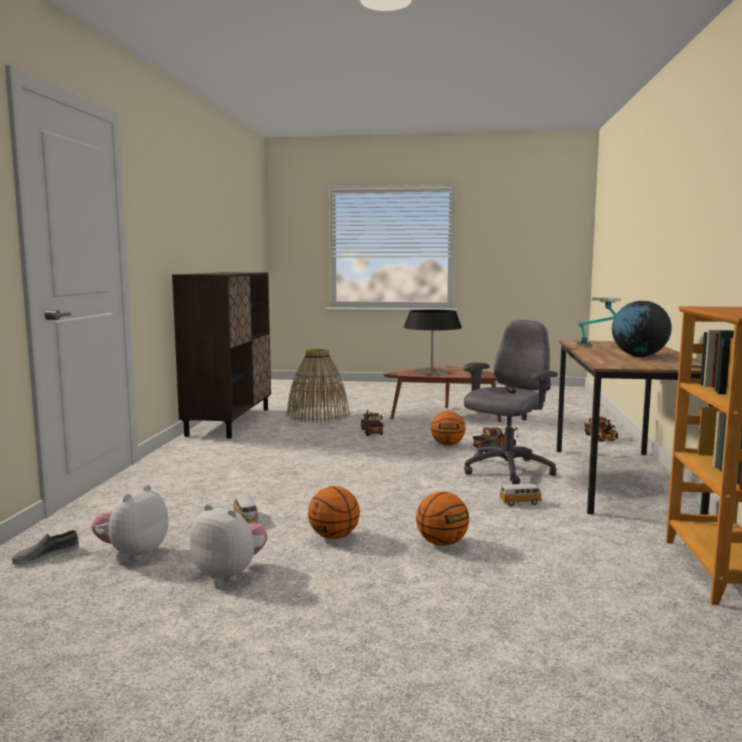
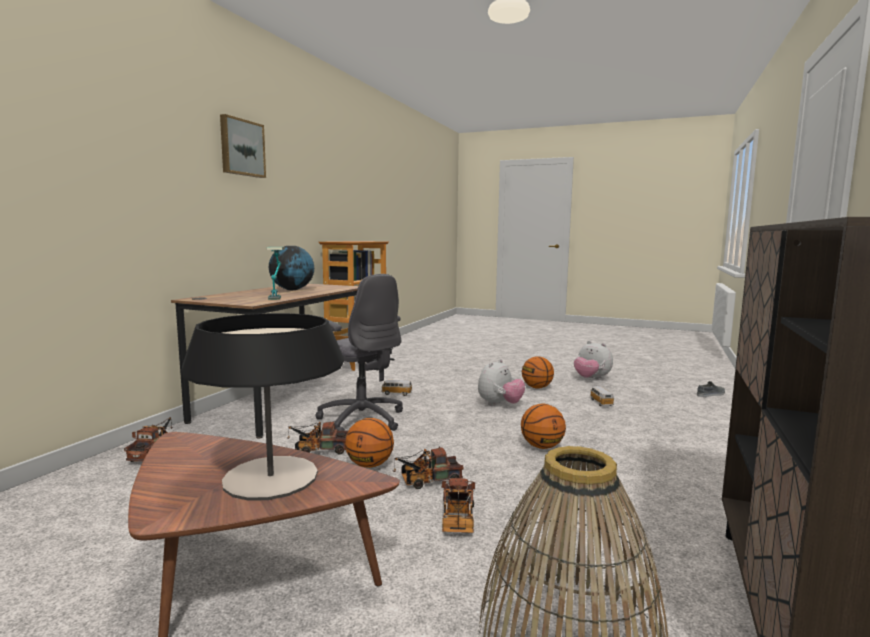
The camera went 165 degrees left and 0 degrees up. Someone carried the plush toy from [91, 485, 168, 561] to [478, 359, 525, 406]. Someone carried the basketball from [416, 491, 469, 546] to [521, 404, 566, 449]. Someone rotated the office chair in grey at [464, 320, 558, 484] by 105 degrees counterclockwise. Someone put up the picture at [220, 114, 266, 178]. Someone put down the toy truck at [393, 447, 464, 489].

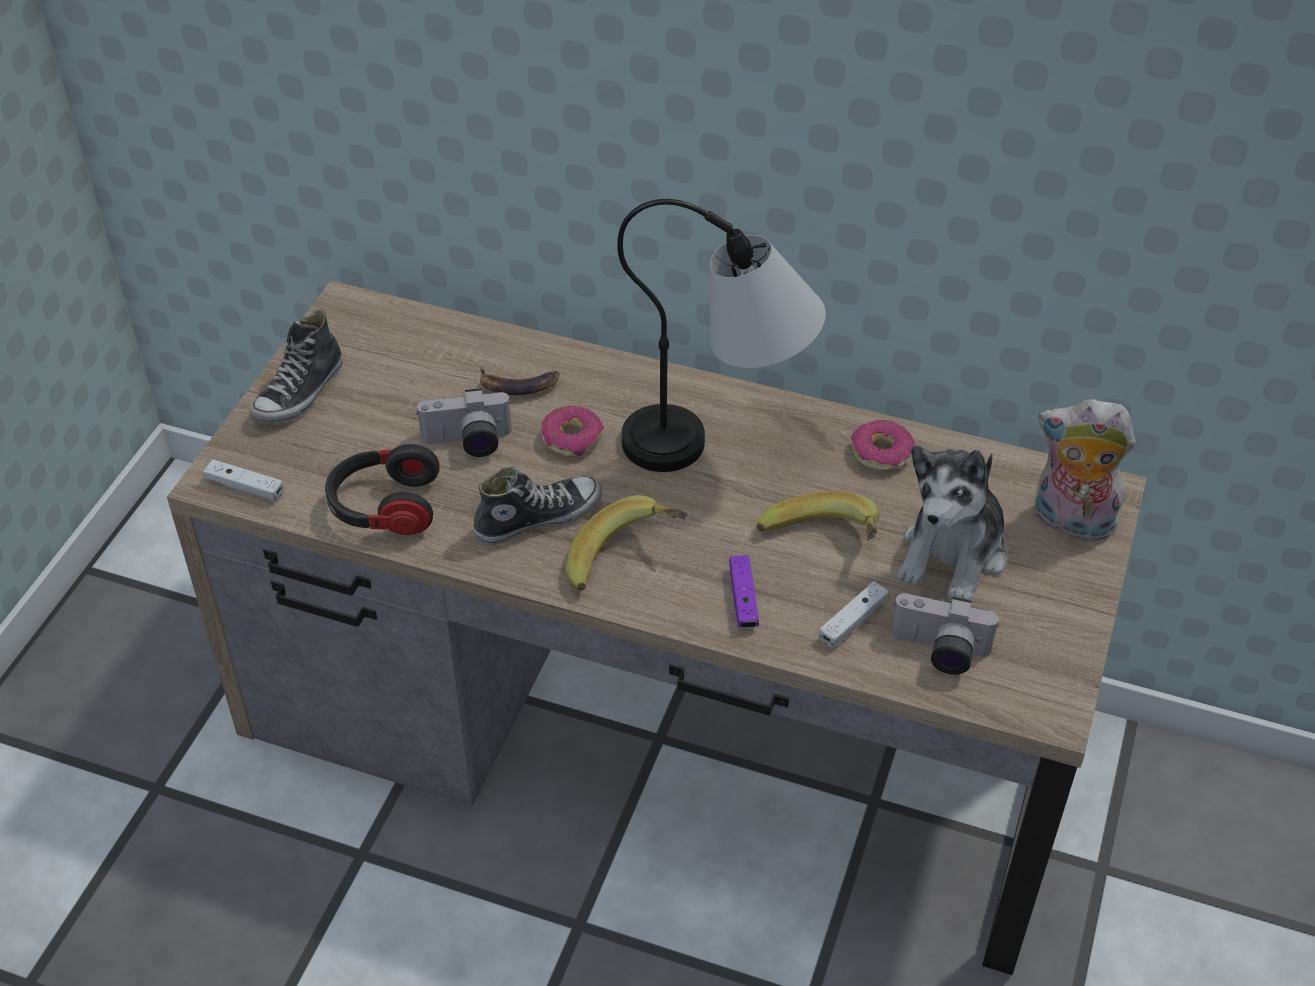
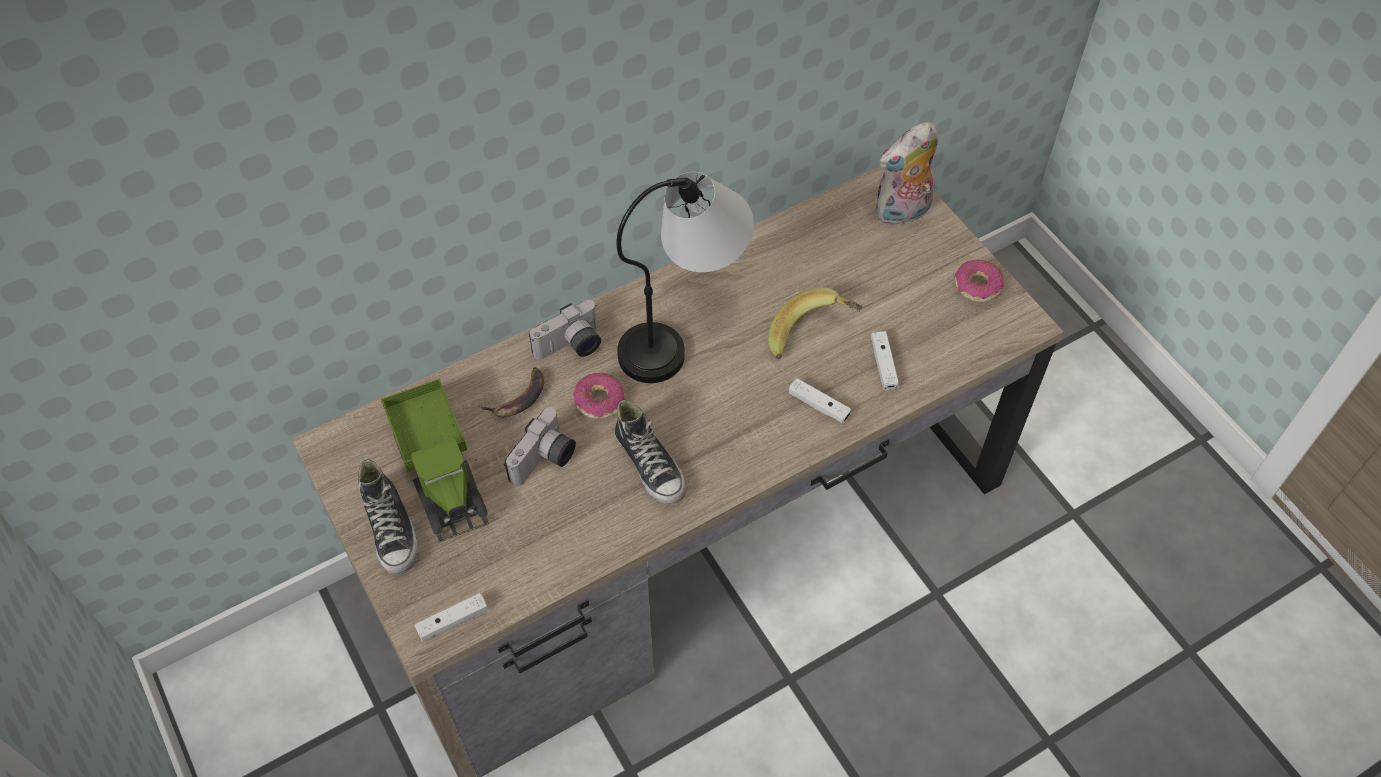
The camera went 50 degrees left and 10 degrees up. Someone took away the headphones at [325, 444, 440, 535]. Someone rotated the shoe at [473, 466, 602, 544] by 135 degrees clockwise. Someone took away the banana at [566, 495, 688, 591]. Someone repainted the game controller in purple at [729, 555, 759, 628], which became the game controller in white at [788, 378, 851, 423]. Someone carried the donut from [851, 420, 915, 471] to [954, 259, 1004, 302]. Someone carried the photo camera from [891, 593, 999, 675] to [529, 300, 601, 360]. Someone took away the plush toy at [897, 445, 1007, 600]. Someone put down the toy truck at [381, 379, 489, 542].

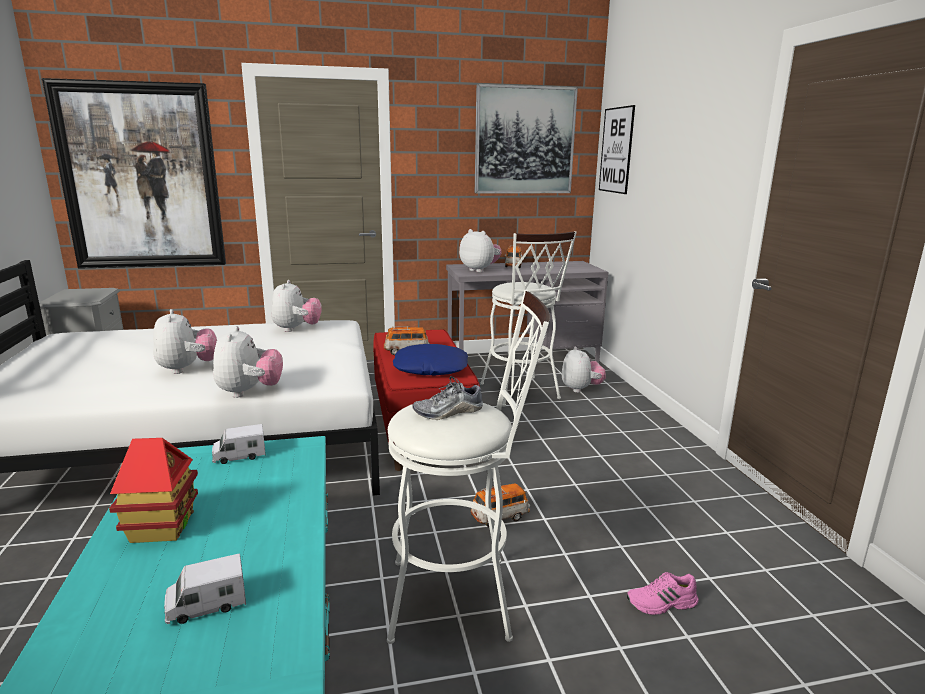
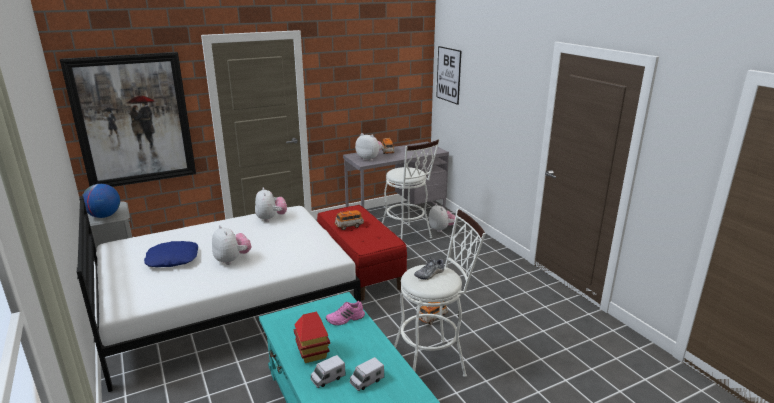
The camera went 15 degrees left and 5 degrees up. Someone carried the toy truck from [212, 424, 266, 464] to [310, 355, 346, 388]. Someone took away the plush toy at [213, 326, 283, 398]. Someone carried the pillow in blue from [393, 344, 468, 375] to [144, 241, 198, 267]. Someone took away the picture at [475, 84, 578, 194]. Someone carried the shoe in pink from [627, 572, 699, 615] to [326, 301, 365, 325]. Someone put down the globe at [82, 184, 120, 218].

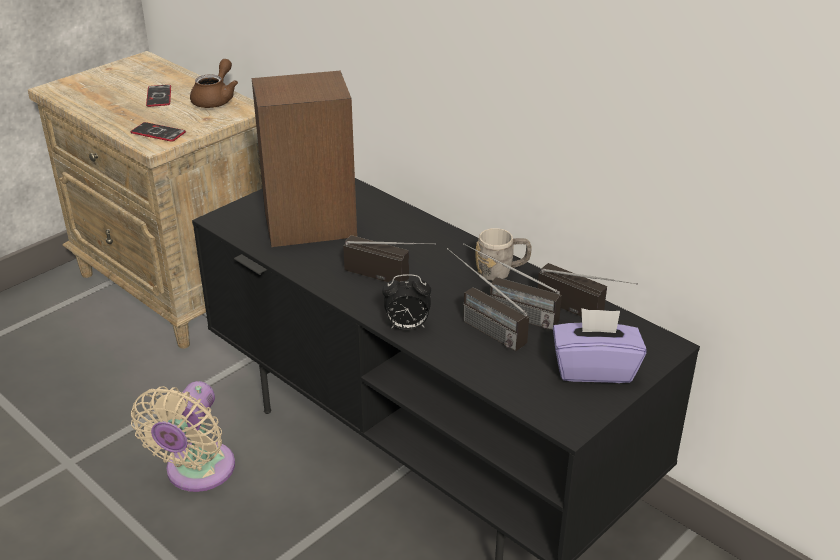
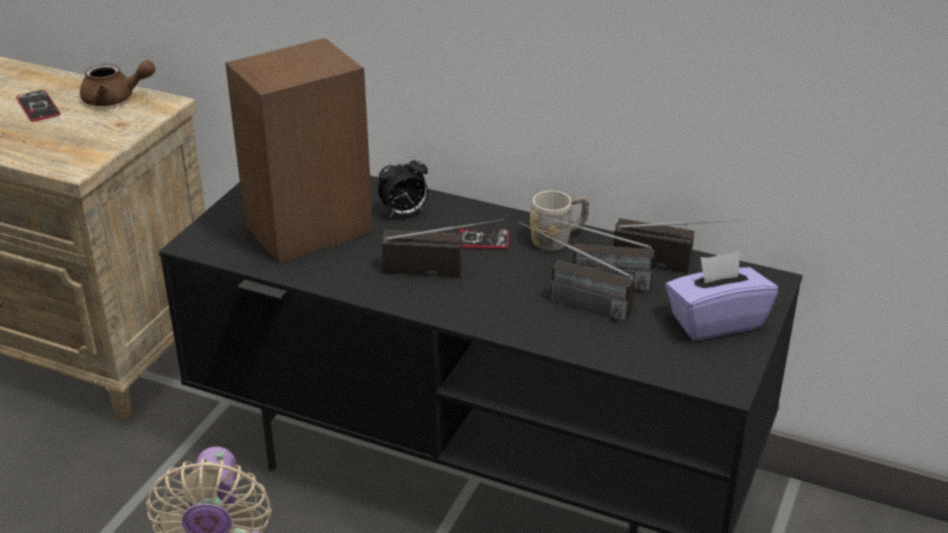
The camera went 20 degrees left and 0 degrees up. Someone carried the phone from [131, 122, 186, 142] to [441, 228, 509, 249]. Someone rotated the teapot in brown at [190, 59, 238, 108] by 90 degrees clockwise. Someone carried the alarm clock from [382, 274, 431, 330] to [378, 155, 428, 217].

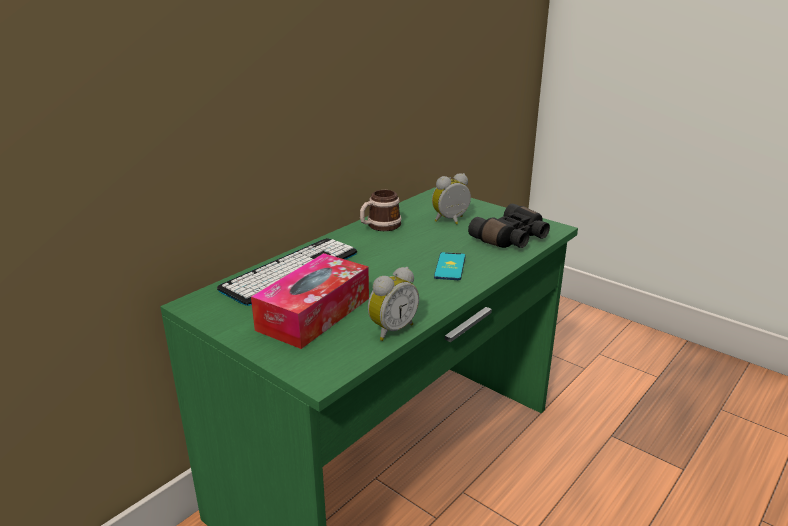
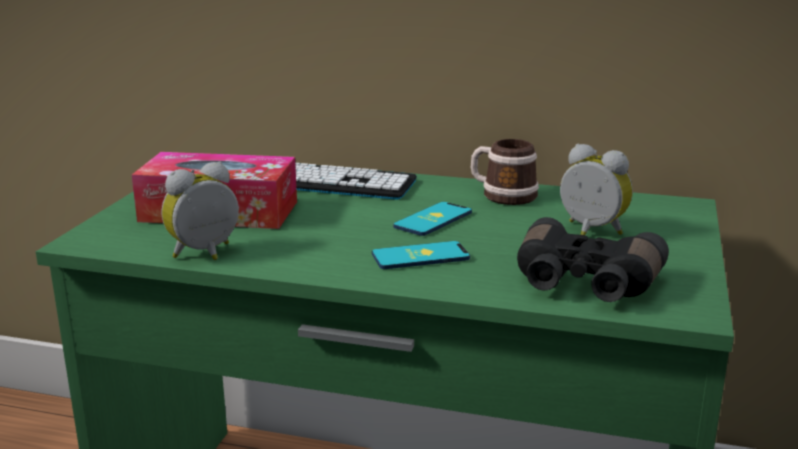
The camera went 65 degrees right and 5 degrees down. Someone rotated the alarm clock at [368, 267, 419, 341] by 120 degrees clockwise. Someone put down the phone at [393, 202, 472, 236].

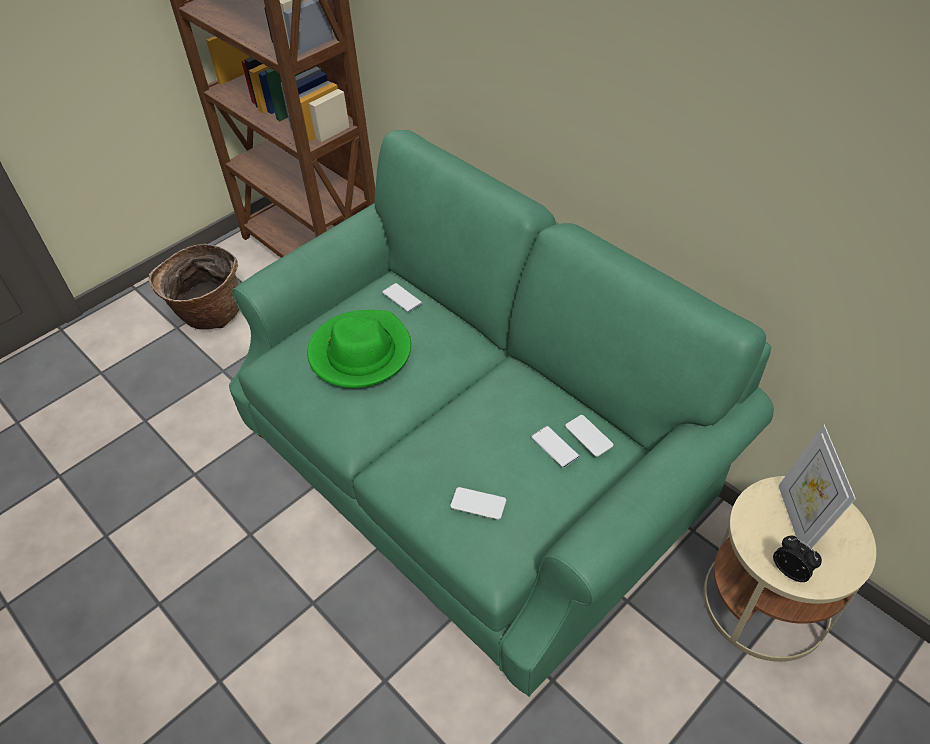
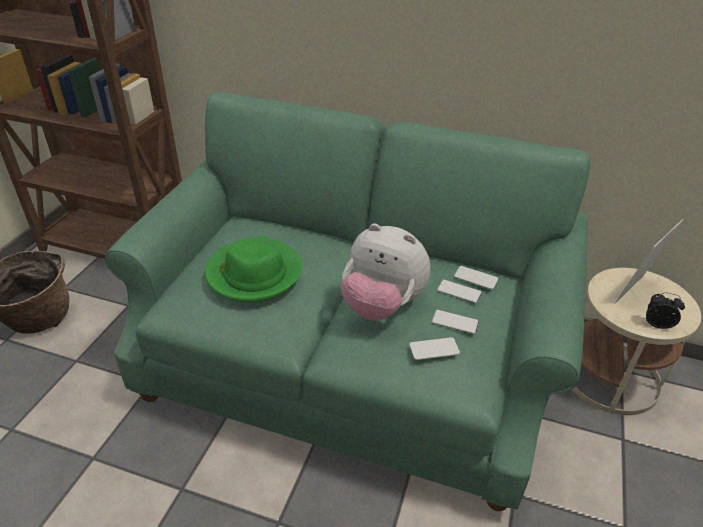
The camera went 30 degrees left and 10 degrees down. Someone carried the phone from [382, 283, 422, 312] to [432, 310, 479, 334]. Someone rotated the picture frame at [778, 425, 856, 549] by 75 degrees clockwise. Someone put down the plush toy at [341, 223, 430, 321].

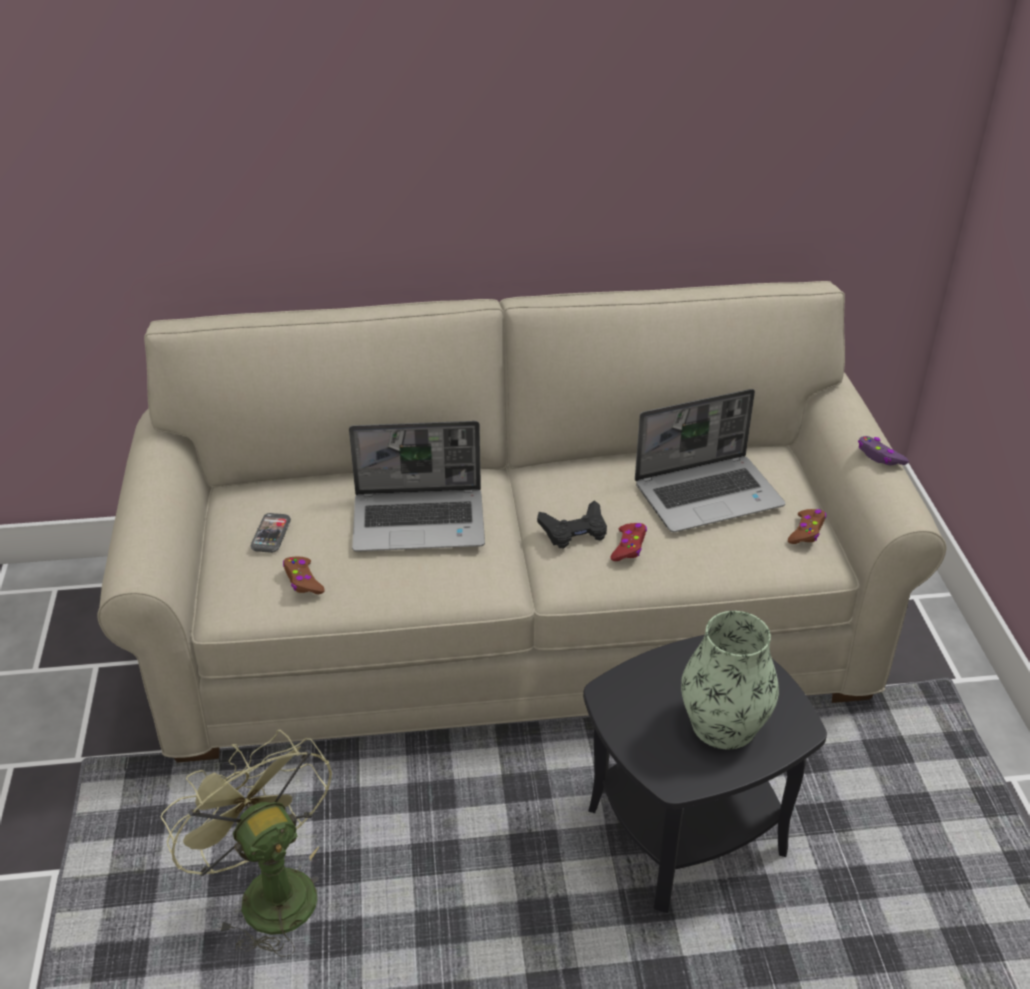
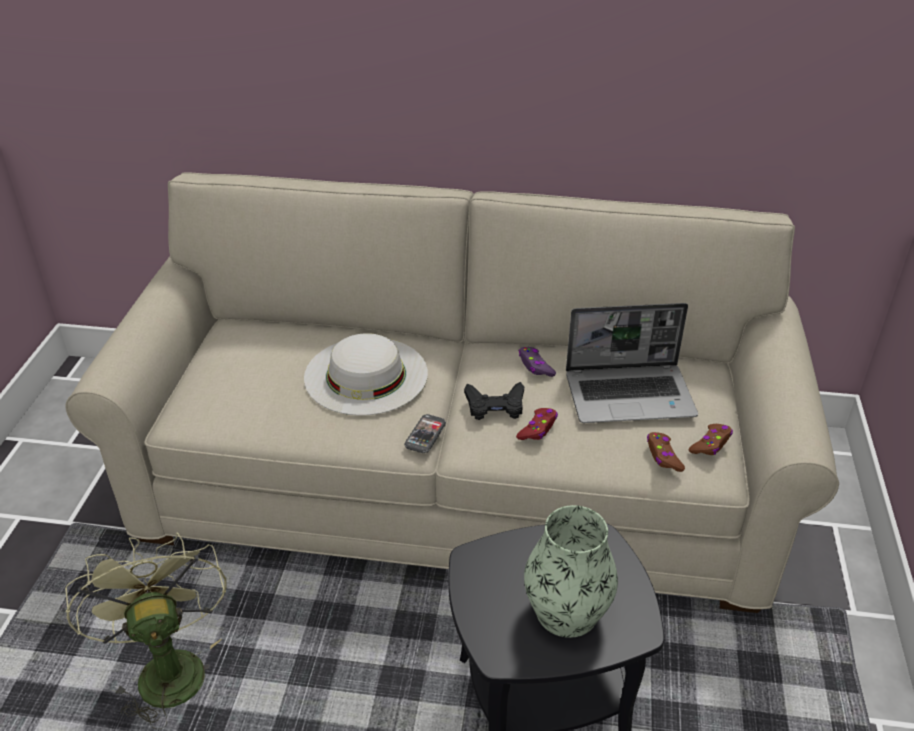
The camera went 15 degrees right and 0 degrees up. Someone carried the phone from [250, 513, 291, 553] to [404, 414, 446, 453]. Someone carried the game controller in brown from [283, 557, 325, 594] to [647, 432, 685, 472]. Someone swapped the laptop at [349, 421, 485, 552] for the hat in white at [304, 333, 428, 416]. Someone carried the game controller in purple from [858, 436, 909, 465] to [519, 347, 556, 377].

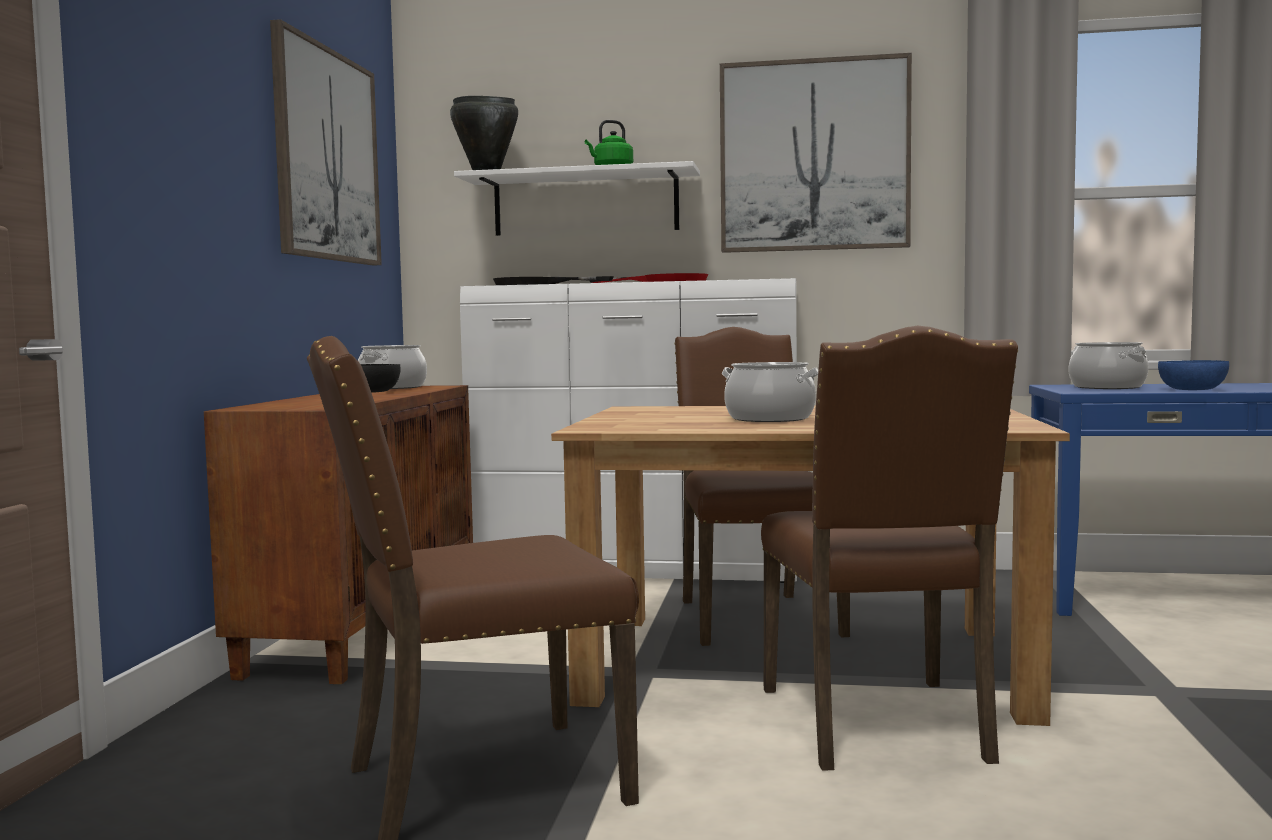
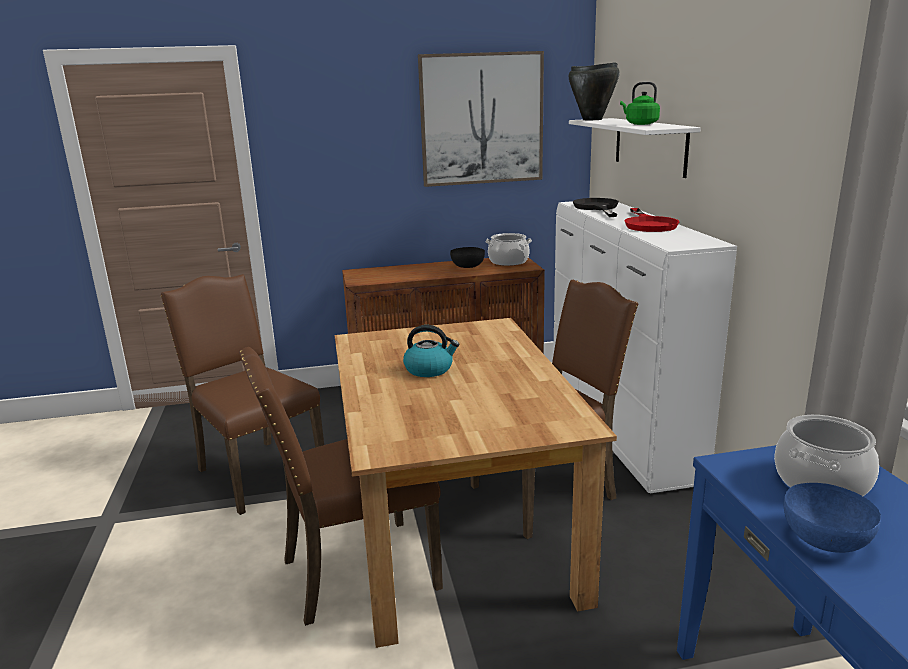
The camera went 70 degrees right and 15 degrees up. Someone took away the picture at [720, 53, 912, 253]. Someone swapped the cooking pot at [722, 362, 818, 422] for the kettle at [403, 325, 459, 377].

